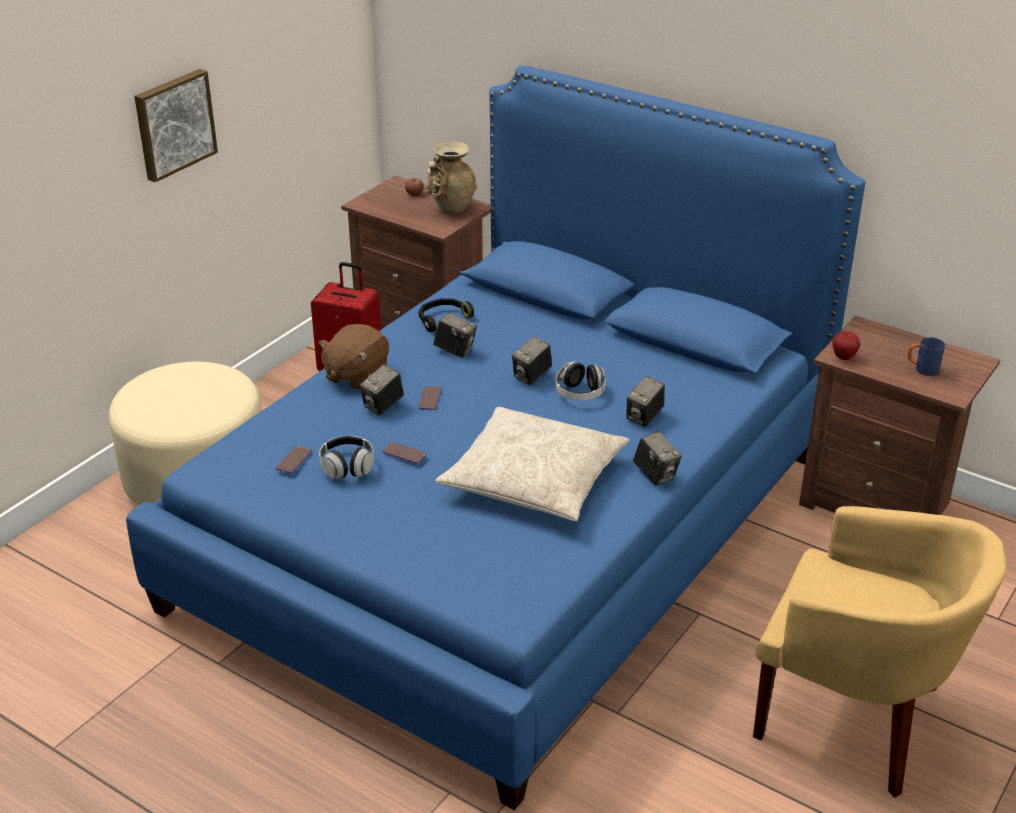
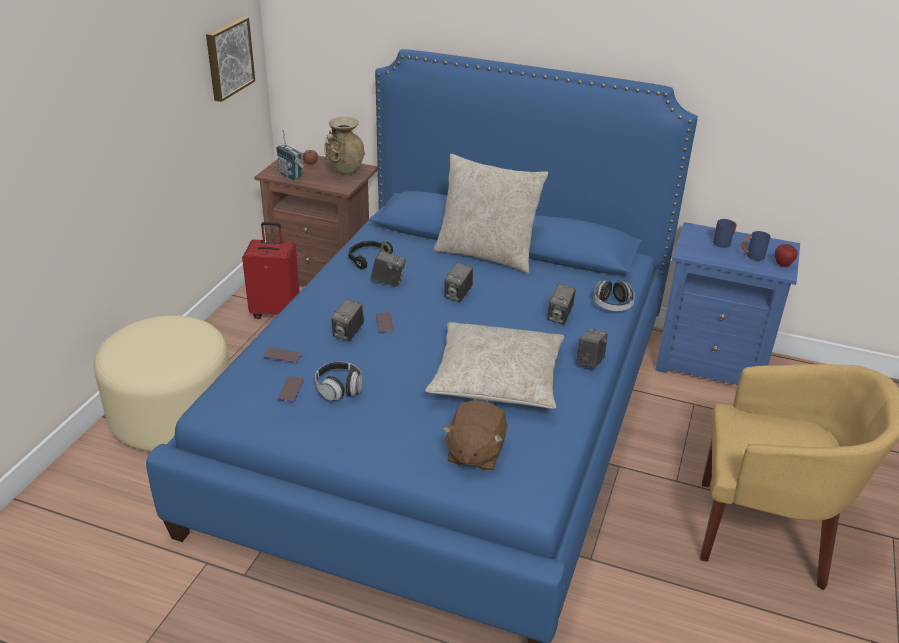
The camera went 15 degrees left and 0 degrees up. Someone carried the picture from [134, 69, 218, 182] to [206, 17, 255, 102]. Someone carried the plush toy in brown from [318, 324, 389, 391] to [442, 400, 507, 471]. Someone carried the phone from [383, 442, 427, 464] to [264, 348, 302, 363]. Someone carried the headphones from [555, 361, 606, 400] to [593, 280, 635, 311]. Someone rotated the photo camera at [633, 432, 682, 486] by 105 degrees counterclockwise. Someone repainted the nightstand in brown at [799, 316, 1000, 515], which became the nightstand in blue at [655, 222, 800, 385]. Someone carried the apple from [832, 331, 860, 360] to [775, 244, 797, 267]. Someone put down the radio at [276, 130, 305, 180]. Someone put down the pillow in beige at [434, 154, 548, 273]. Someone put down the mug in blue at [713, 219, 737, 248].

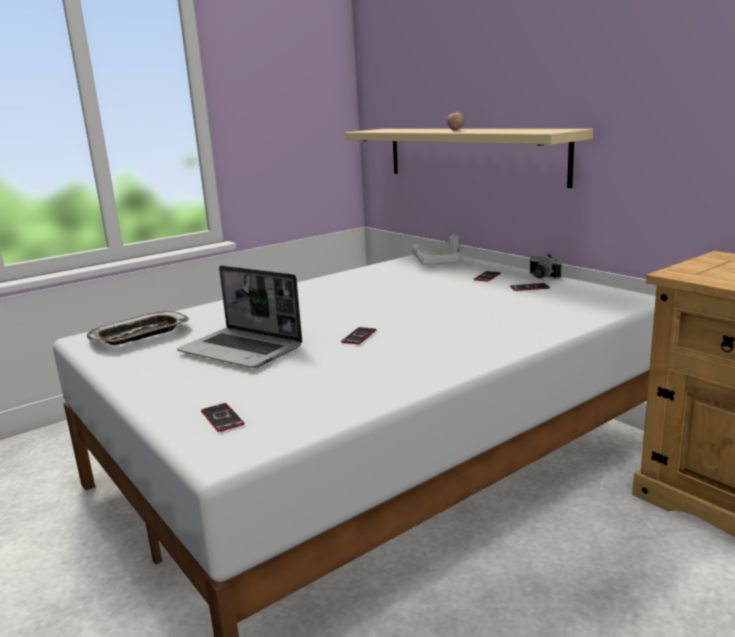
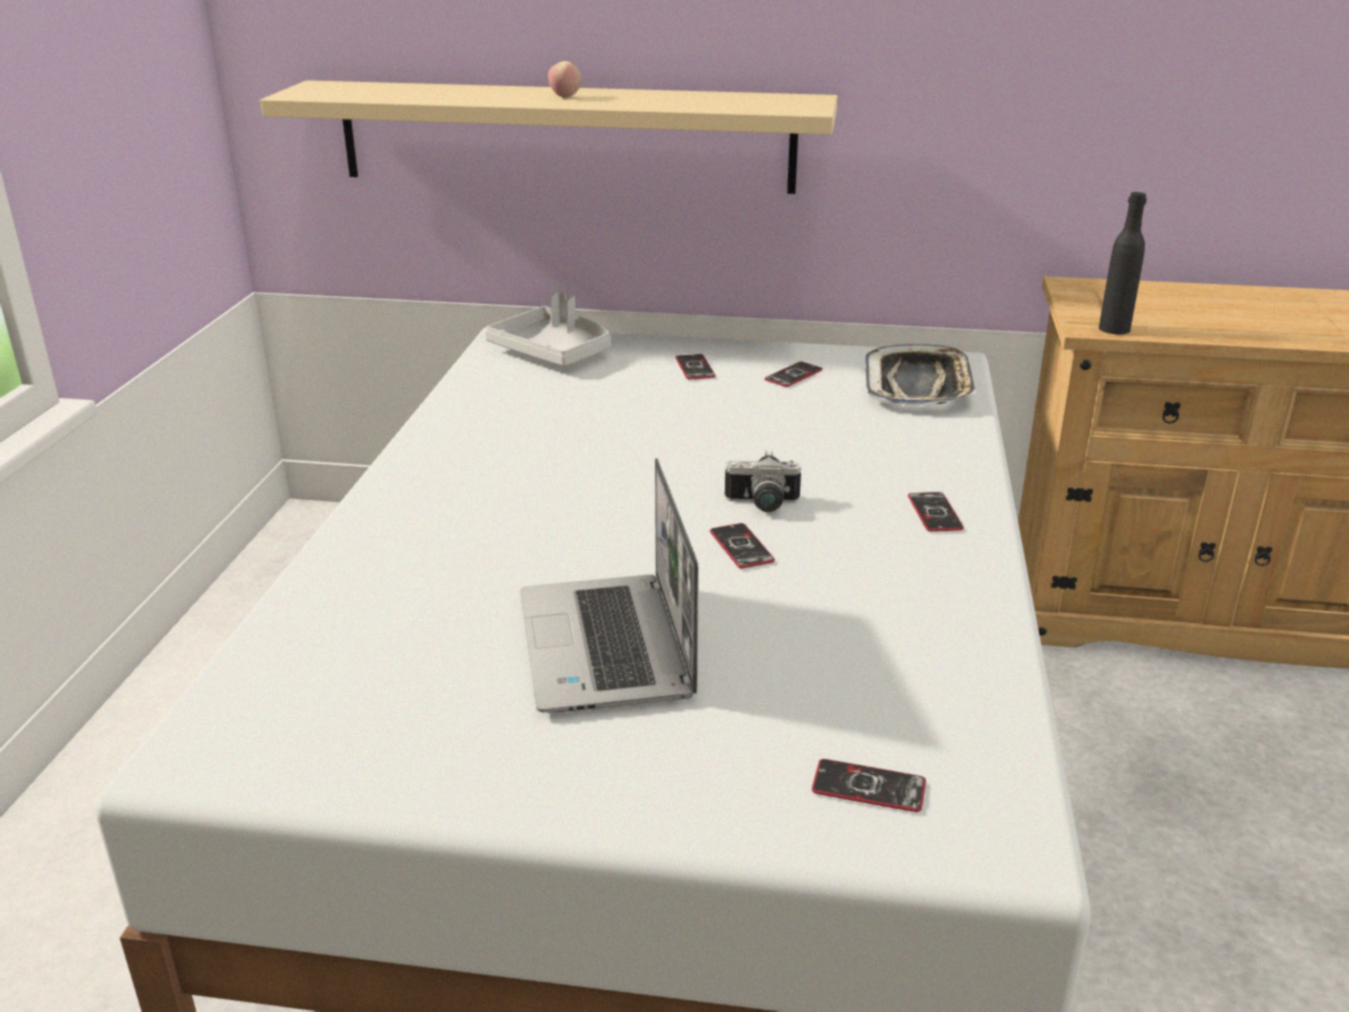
The camera went 45 degrees left and 10 degrees up. Someone carried the tray from [87, 311, 190, 345] to [865, 344, 976, 405]. Someone rotated the laptop at [177, 265, 302, 368] by 90 degrees clockwise. Someone carried the photo camera from [530, 253, 562, 279] to [725, 451, 801, 512]. Someone put down the phone at [908, 492, 964, 532]. Someone put down the bottle in black at [1099, 192, 1147, 335].

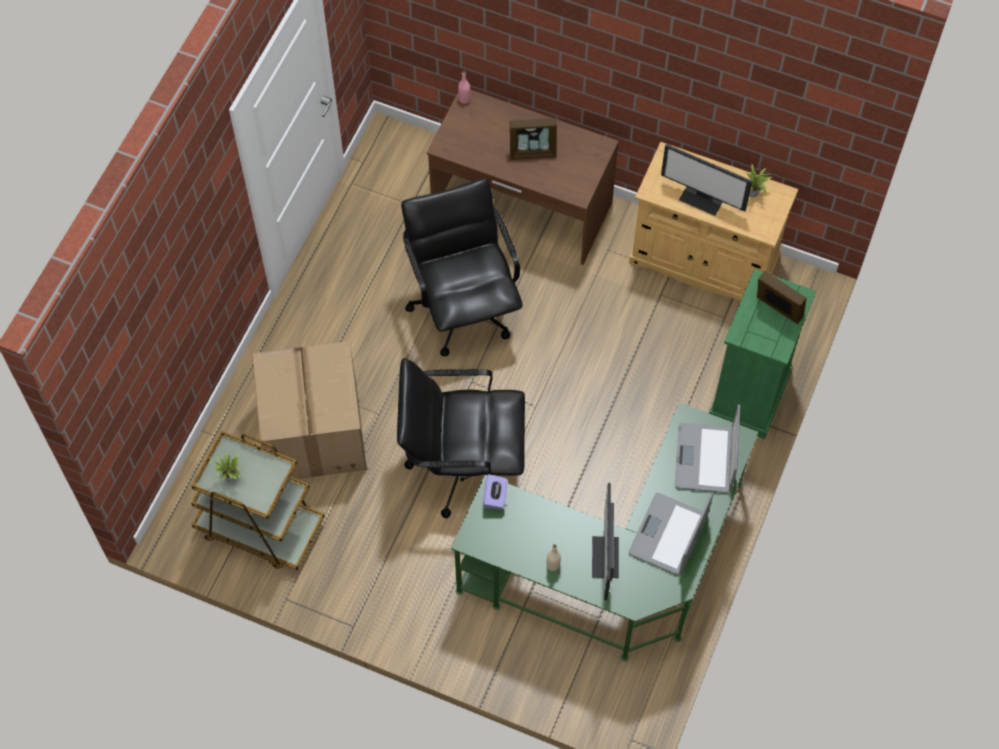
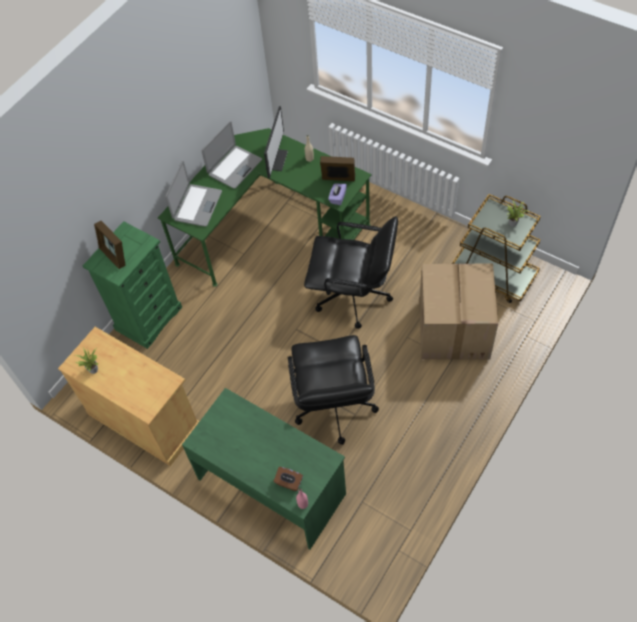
The camera went 165 degrees left and 5 degrees down. Someone repainted the desk in brown at [426, 90, 619, 265], which became the desk in green at [182, 388, 346, 550]. Someone carried the picture frame from [510, 118, 557, 160] to [320, 156, 355, 181]. Someone took away the monitor at [661, 144, 752, 216]. Someone put down the tissue box in brown at [274, 467, 303, 491].

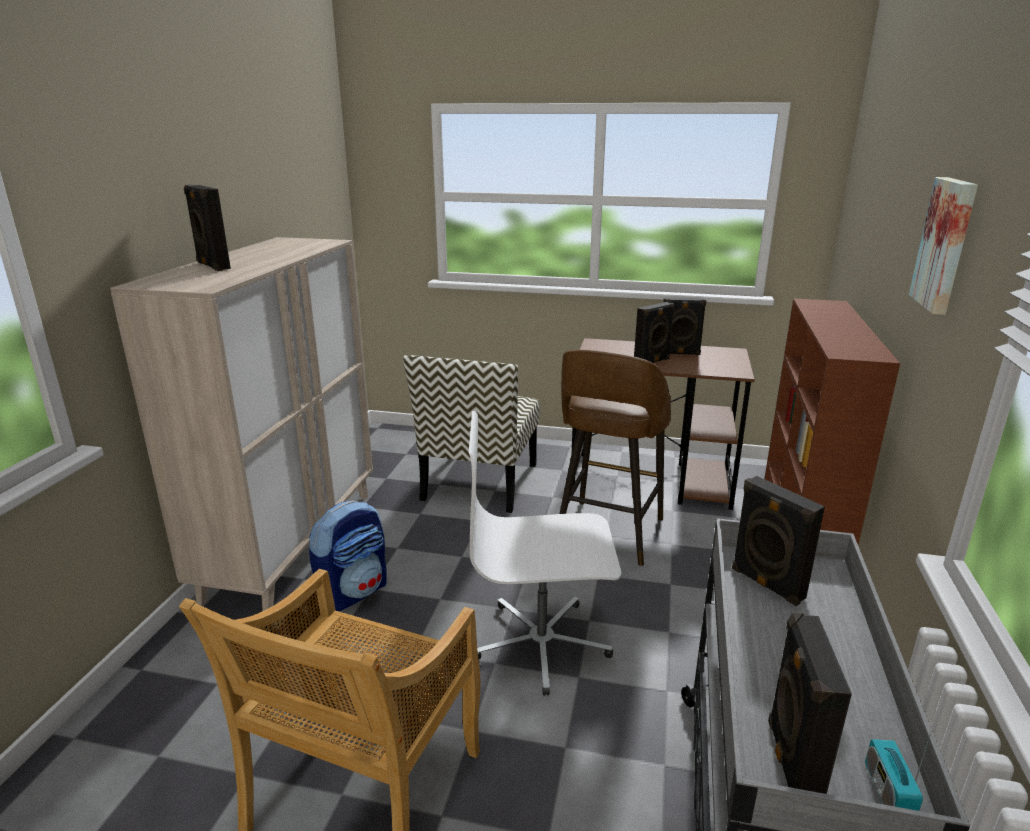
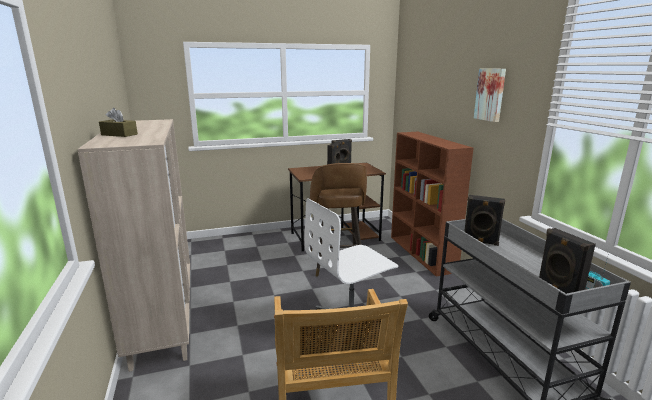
The camera went 30 degrees left and 5 degrees down. Someone swapped the speaker in black at [184, 185, 231, 271] for the tissue box in brown at [99, 108, 138, 137]. Someone took away the backpack at [309, 500, 387, 612]. Someone took away the chair at [403, 355, 539, 513].

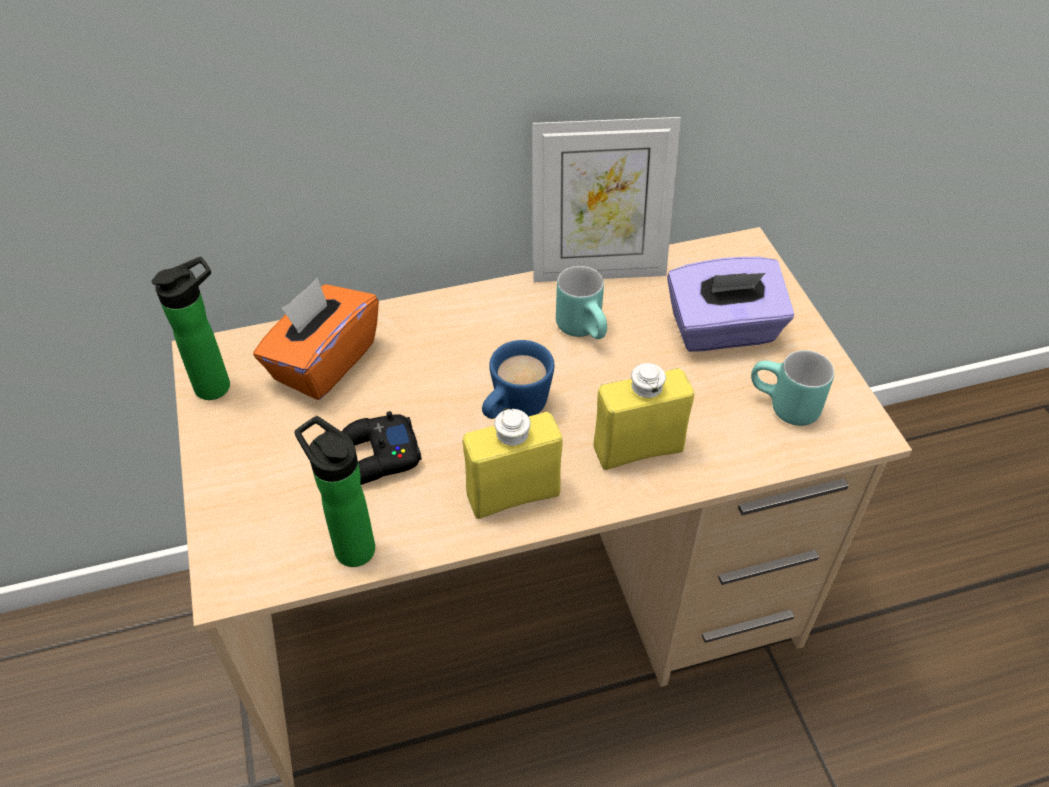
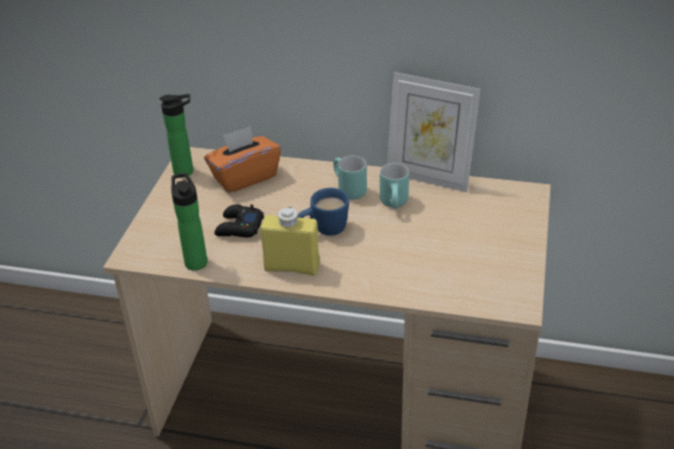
The camera went 30 degrees right and 10 degrees down. Someone took away the bottle in yellow at [594, 363, 694, 470]. Someone took away the tissue box in purple at [667, 257, 794, 352]. Someone carried the mug in turquoise from [751, 350, 834, 426] to [333, 156, 367, 200].

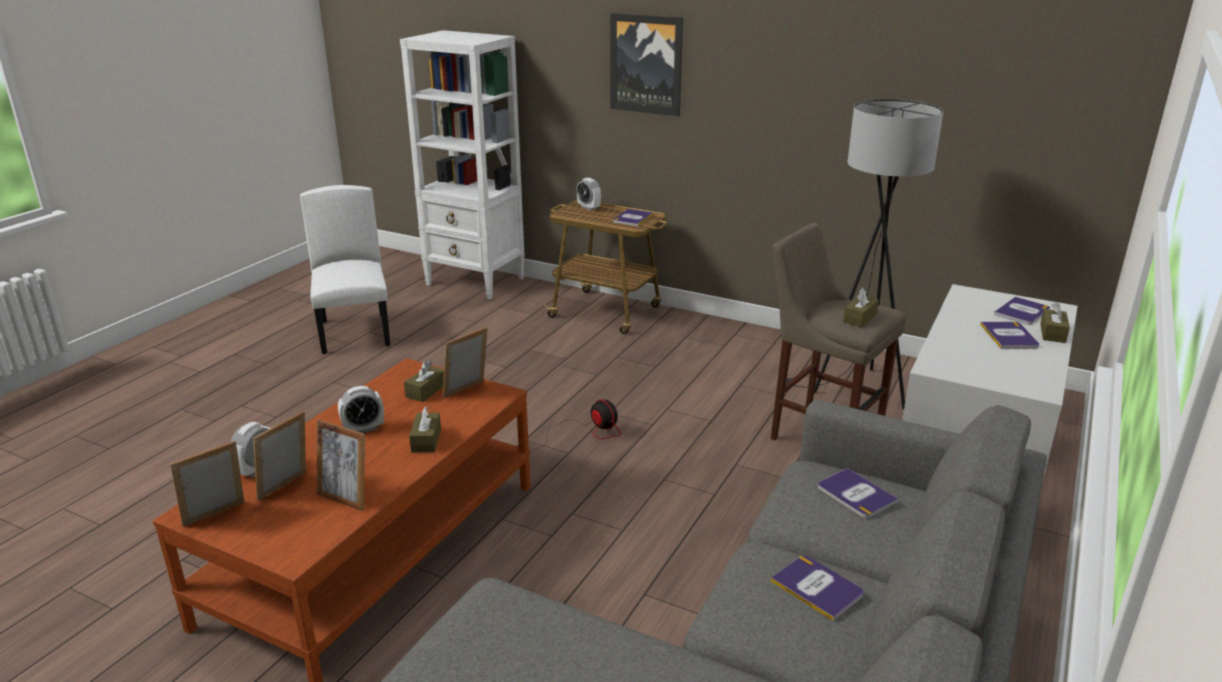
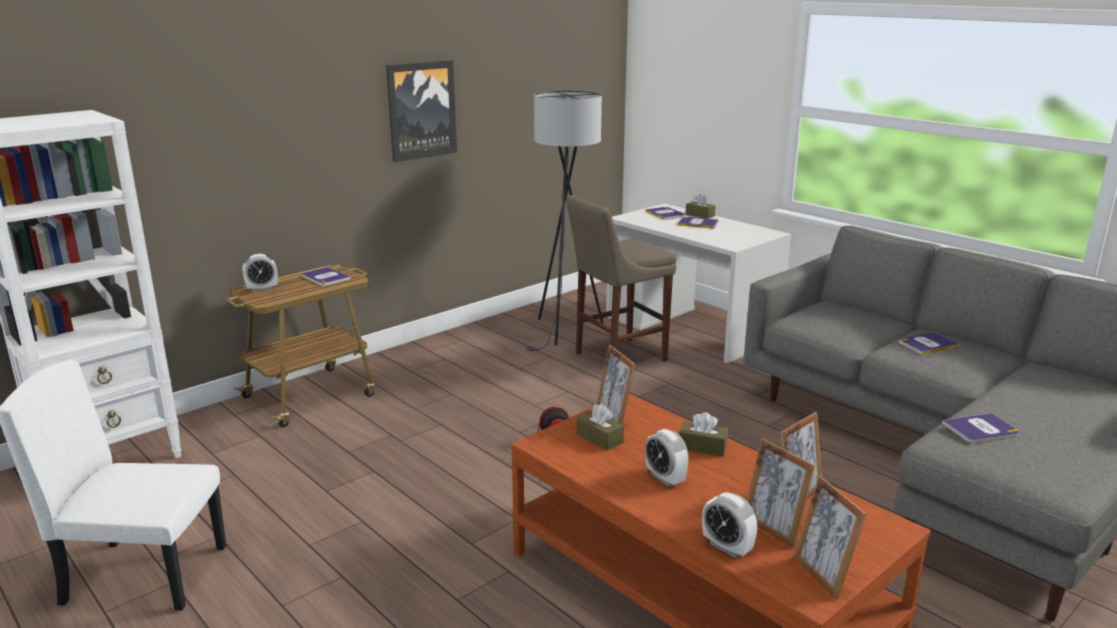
The camera went 70 degrees left and 5 degrees down. Someone rotated the alarm clock at [338, 386, 384, 433] by 150 degrees clockwise. Someone carried the picture from [610, 13, 683, 116] to [386, 60, 457, 162]. Someone carried the book from [818, 468, 898, 518] to [942, 413, 1019, 443]. Someone took away the tissue box in brown at [843, 288, 879, 327].

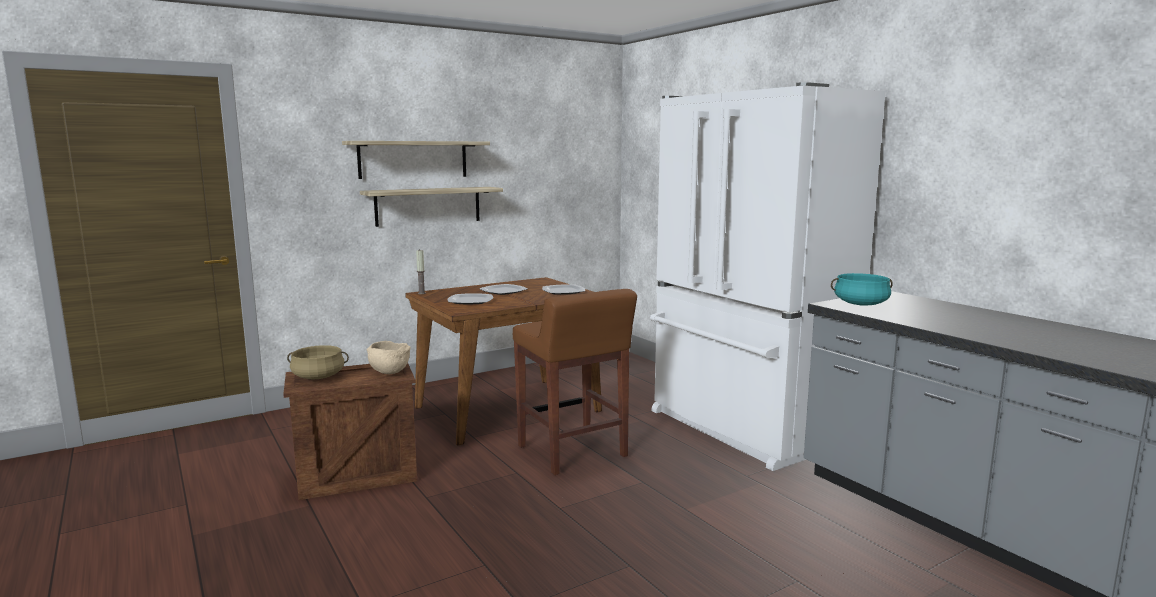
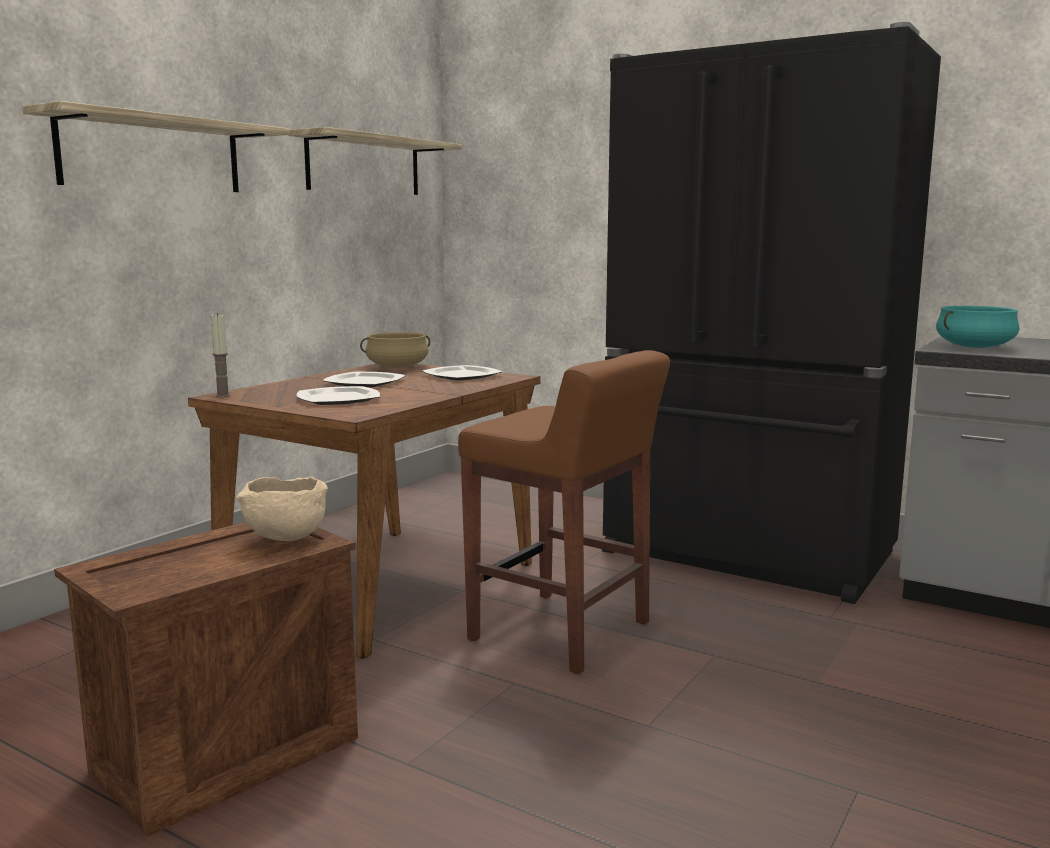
The camera went 25 degrees left and 0 degrees up. Someone carried the cooking pot in beige from [287, 345, 349, 379] to [360, 332, 430, 368]. Someone carried the shelf from [360, 187, 503, 227] to [288, 127, 462, 195]. Someone repainted the fridge in white at [650, 82, 886, 471], which became the fridge in black at [602, 22, 941, 604].

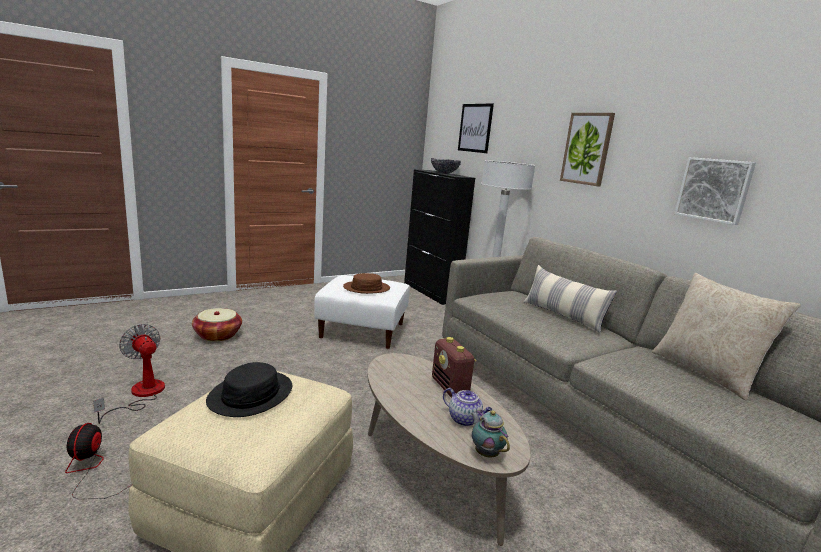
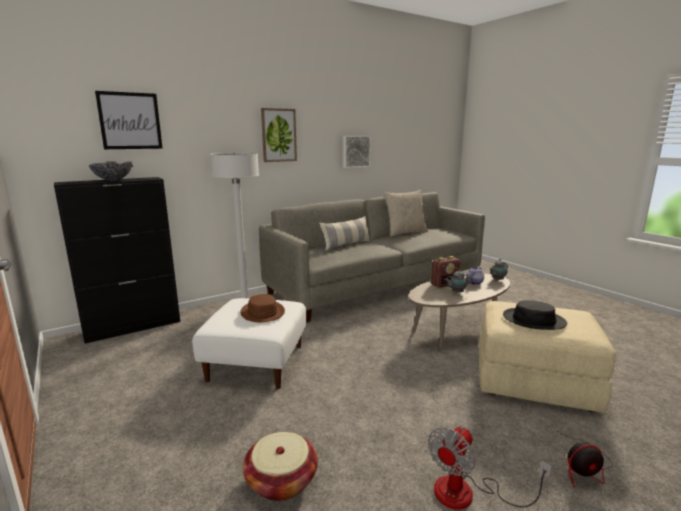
The camera went 90 degrees left and 0 degrees up. Someone put down the teapot at [444, 270, 472, 293].

